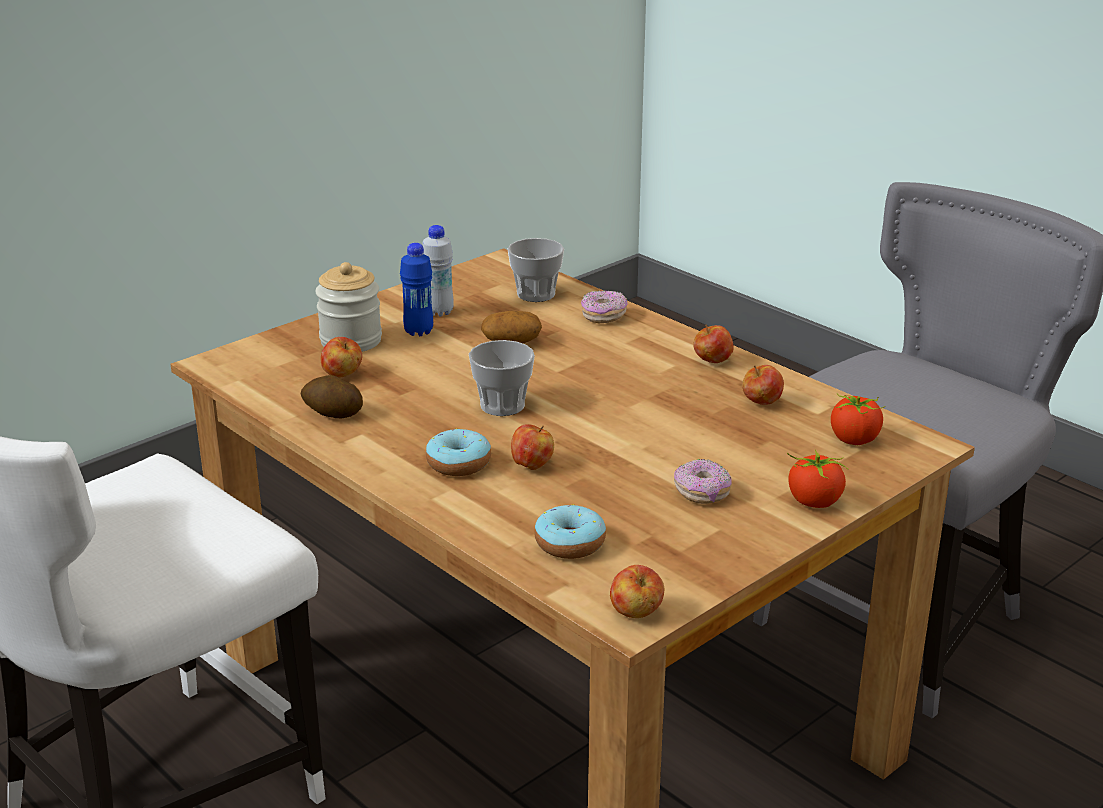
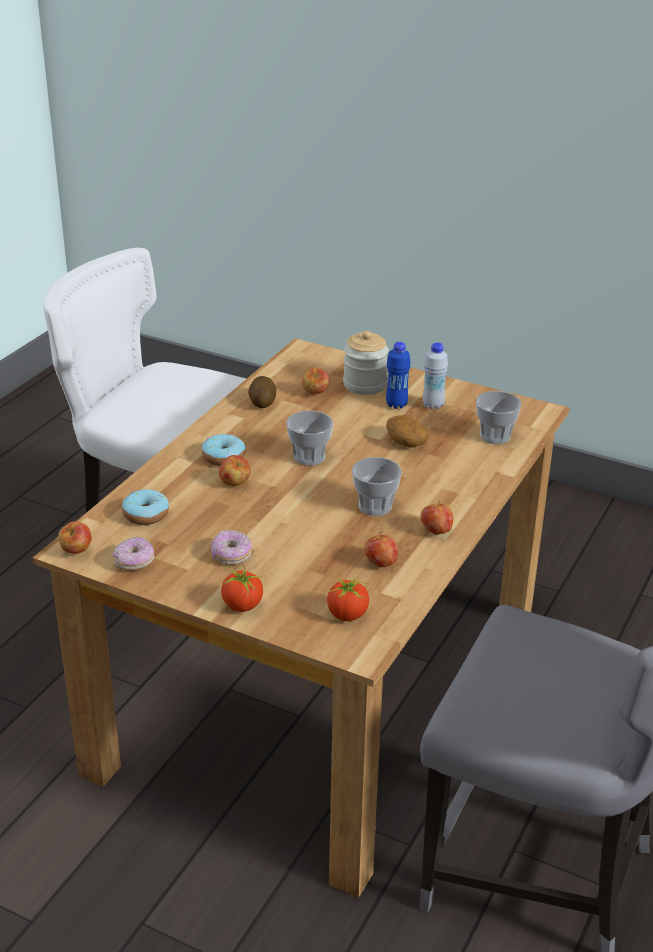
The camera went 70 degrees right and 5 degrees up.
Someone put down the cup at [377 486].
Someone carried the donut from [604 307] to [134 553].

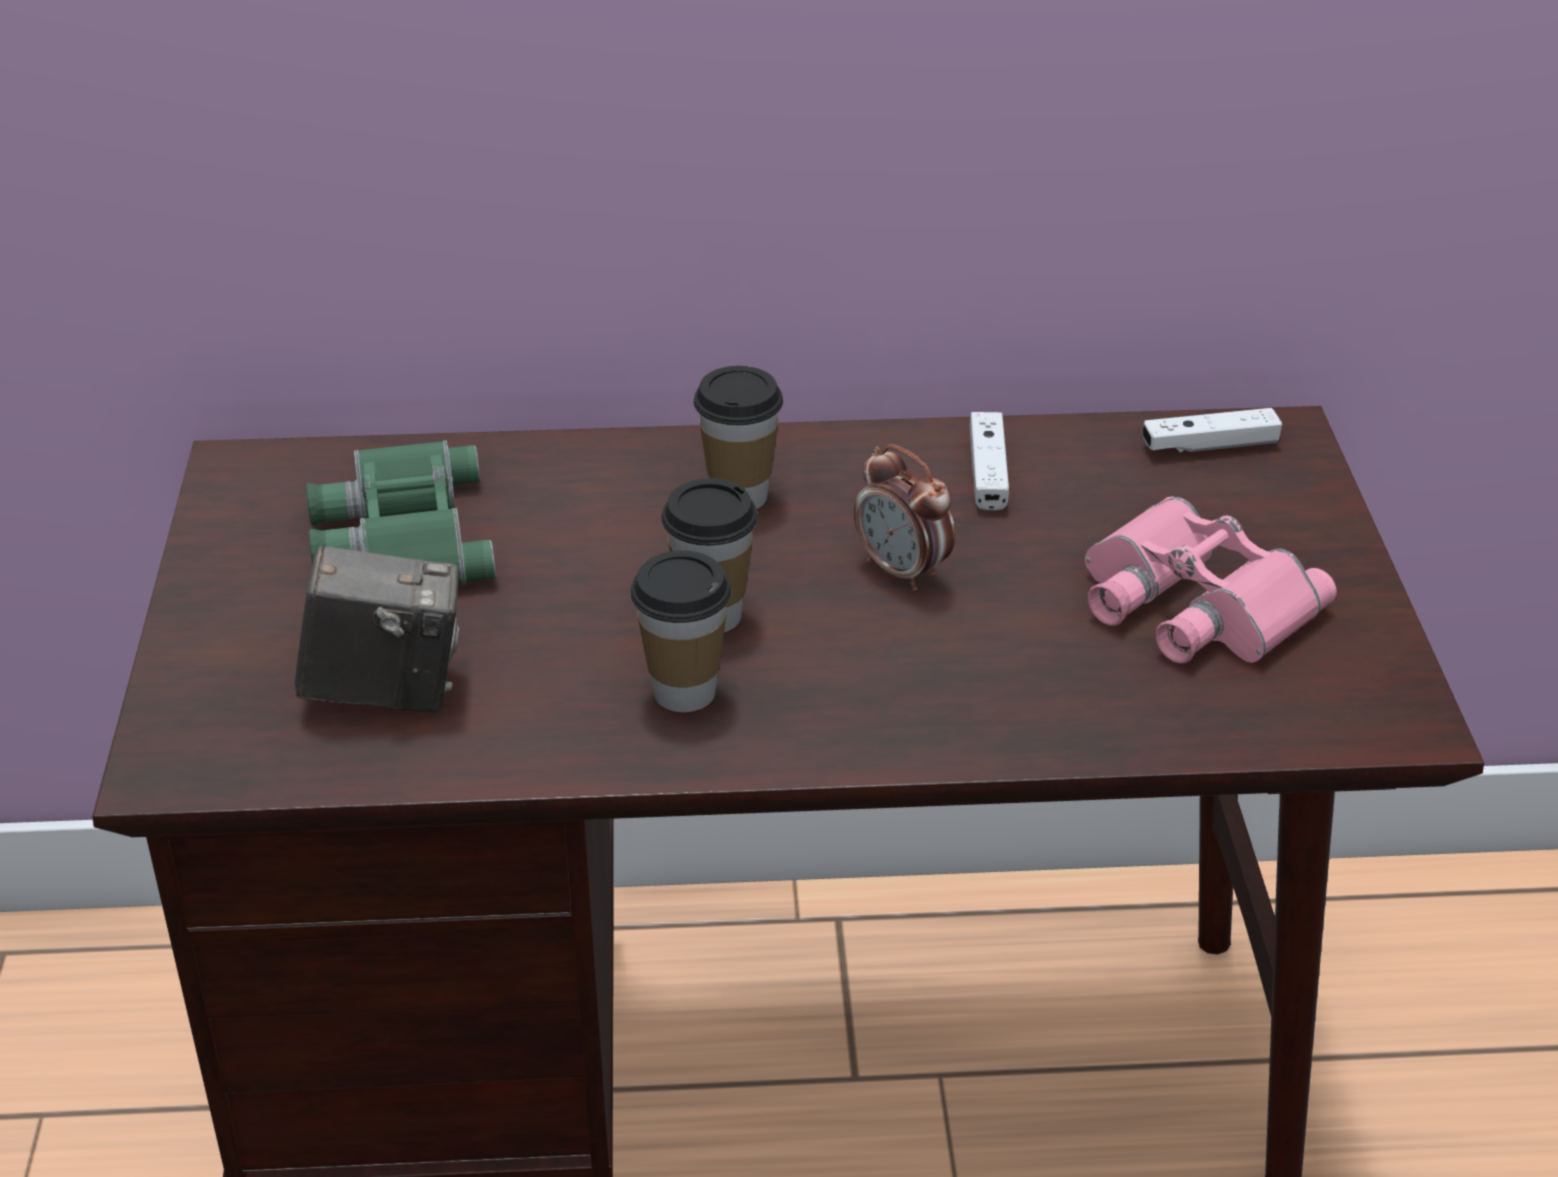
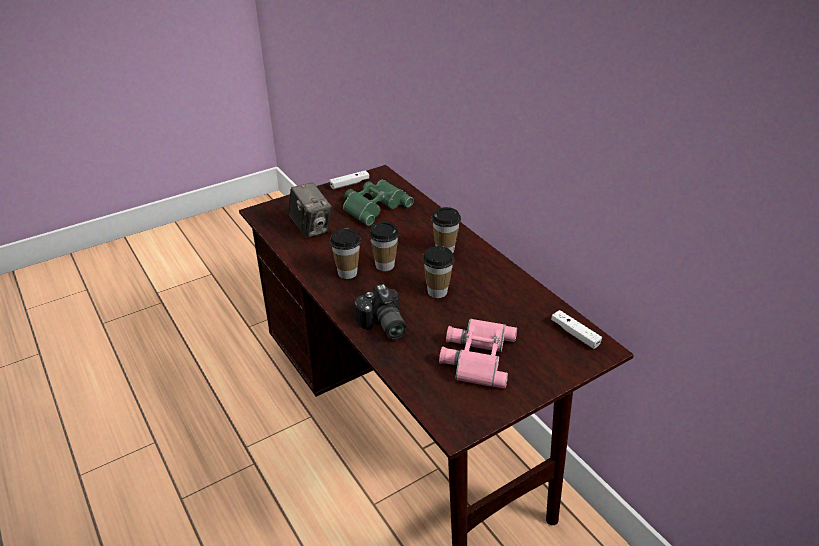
The camera went 60 degrees right and 0 degrees up.
Someone put down the photo camera at [380 311].
Someone carried the white game controller from [989 461] to [349 179].
Someone swapped the alarm clock at [904 517] for the cup at [438 272].

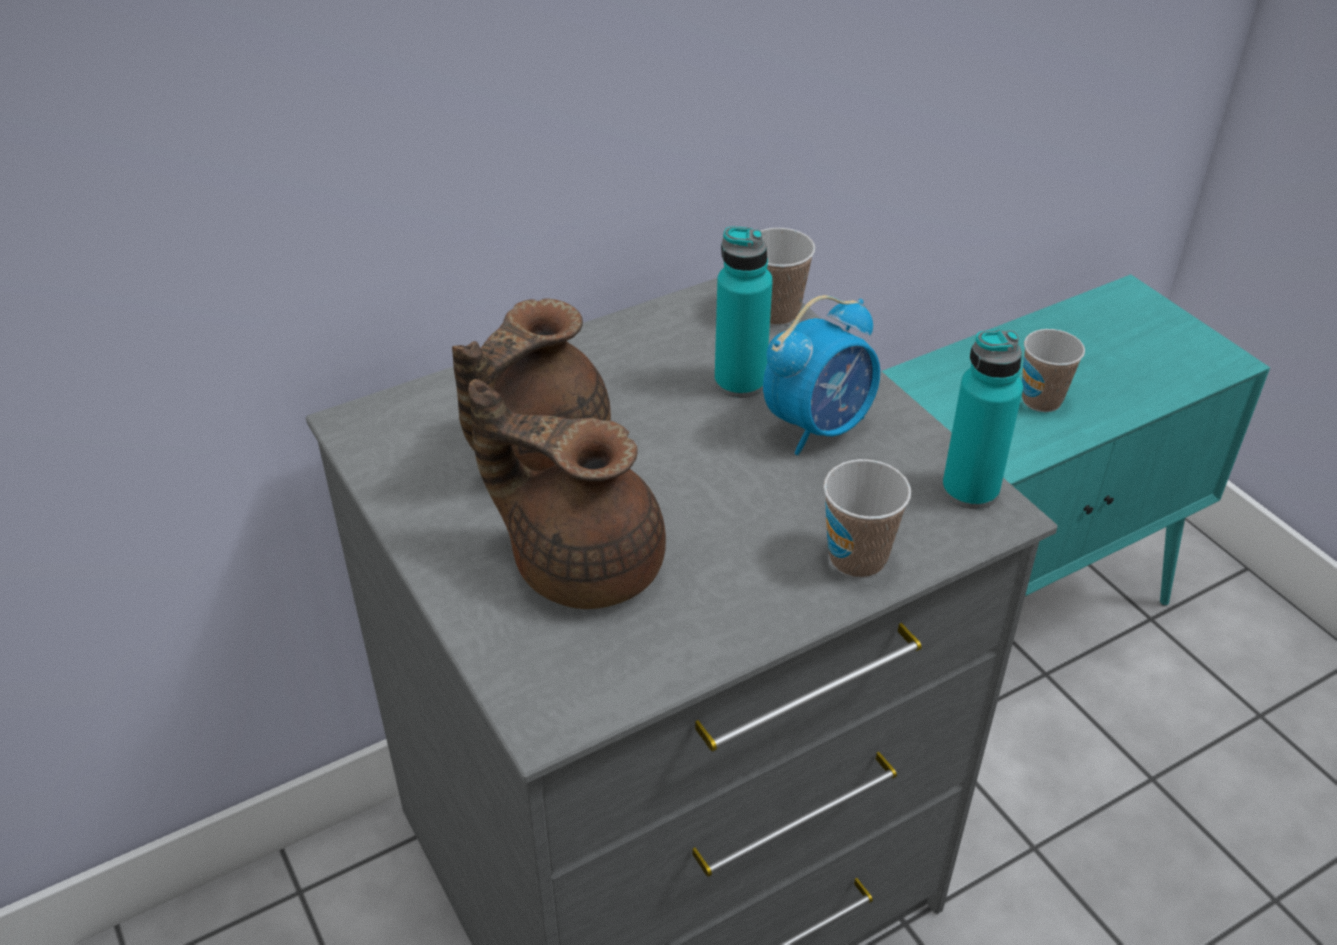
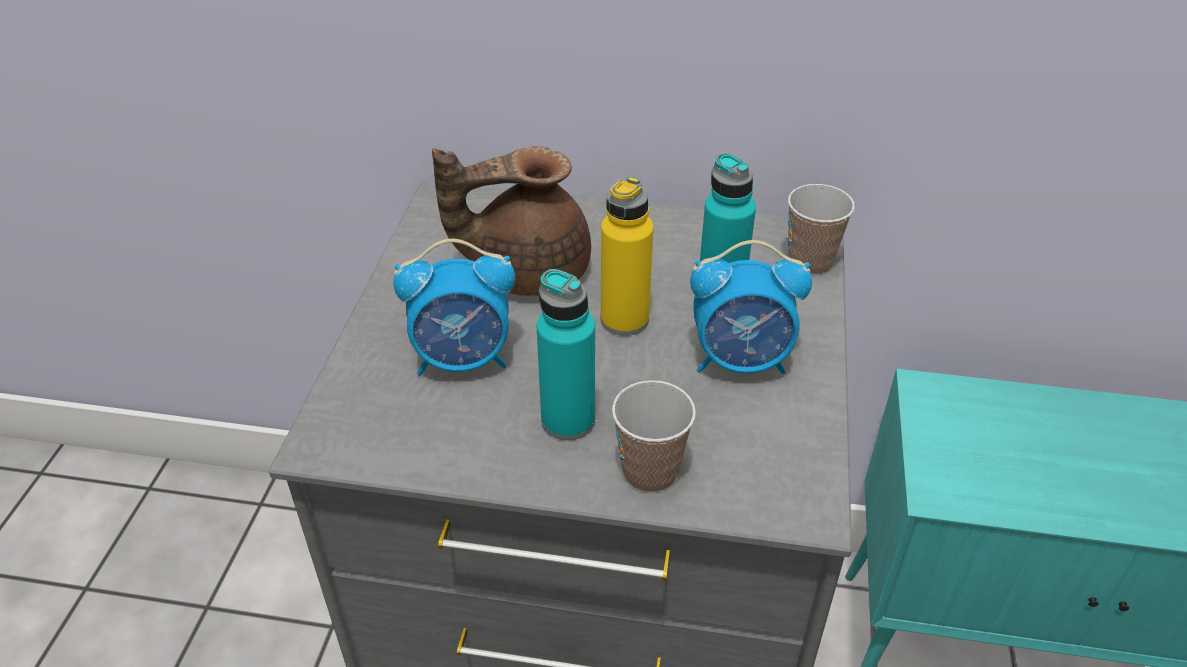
The camera went 40 degrees right and 0 degrees up.
Someone took away the cup at [1053 370].
Someone put down the yellow bottle at [627 256].
Someone carried the turquoise bottle from [982 419] to [566 354].
Someone swapped the brown teapot at [567 494] for the alarm clock at [454 307].

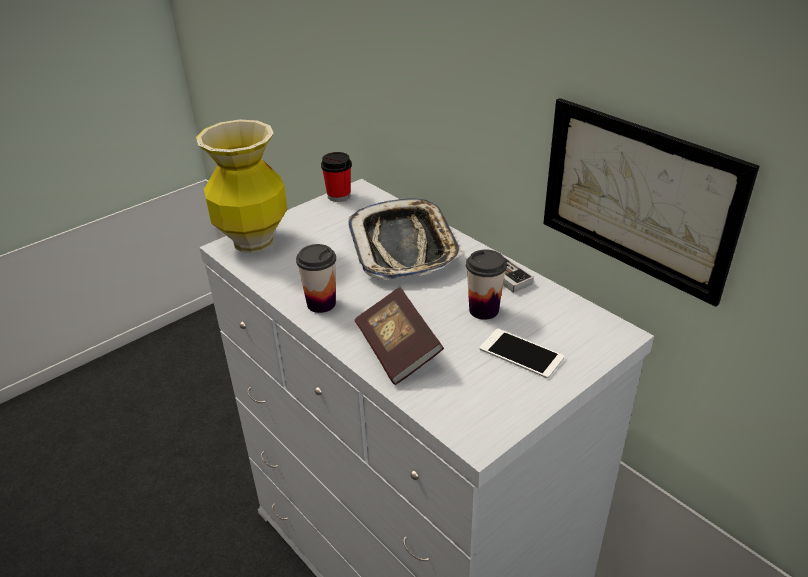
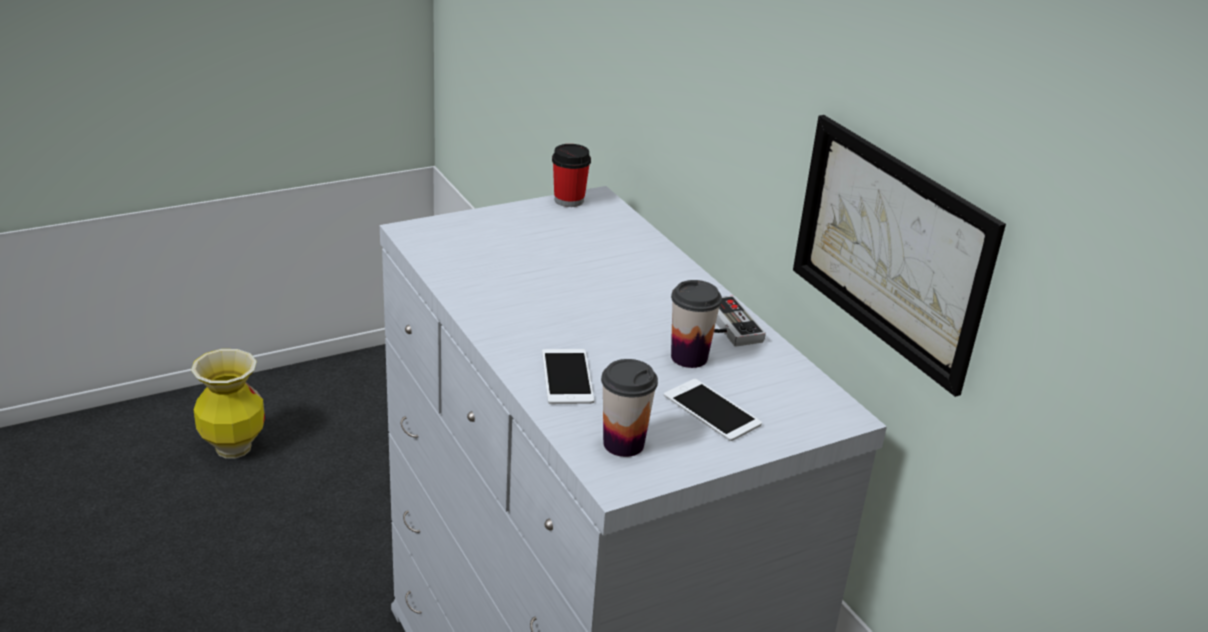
The camera went 10 degrees right and 5 degrees down.
Someone took away the tray at [405 239].
Someone carried the vase from [241 186] to [228 404].
Someone carried the cup from [316 278] to [629 408].
Someone swapped the book at [399 336] for the phone at [568 376].

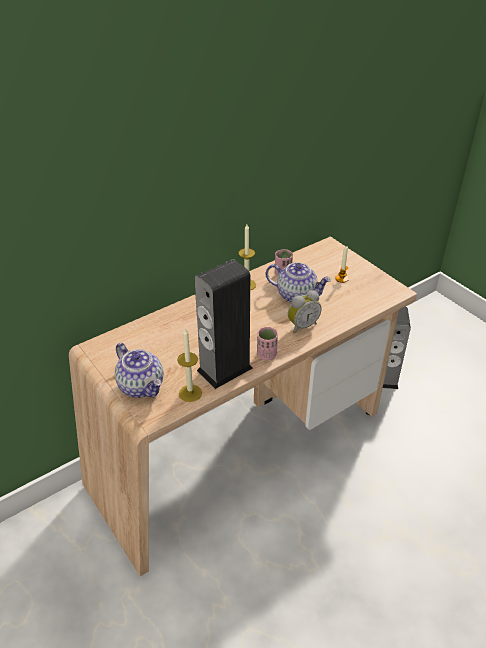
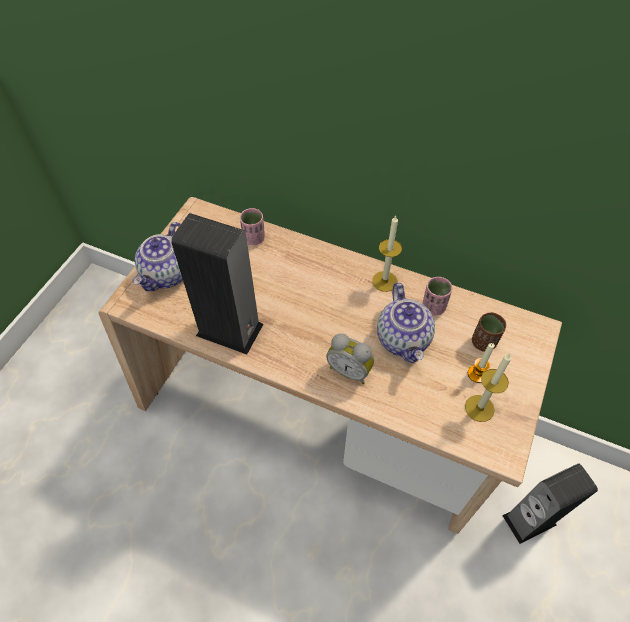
The camera went 60 degrees right and 15 degrees up.
Someone put down the brown cup at [489 332].
Someone carried the candle from [189 365] to [488 388].
Someone carried the pink cup from [267 343] to [252 226].

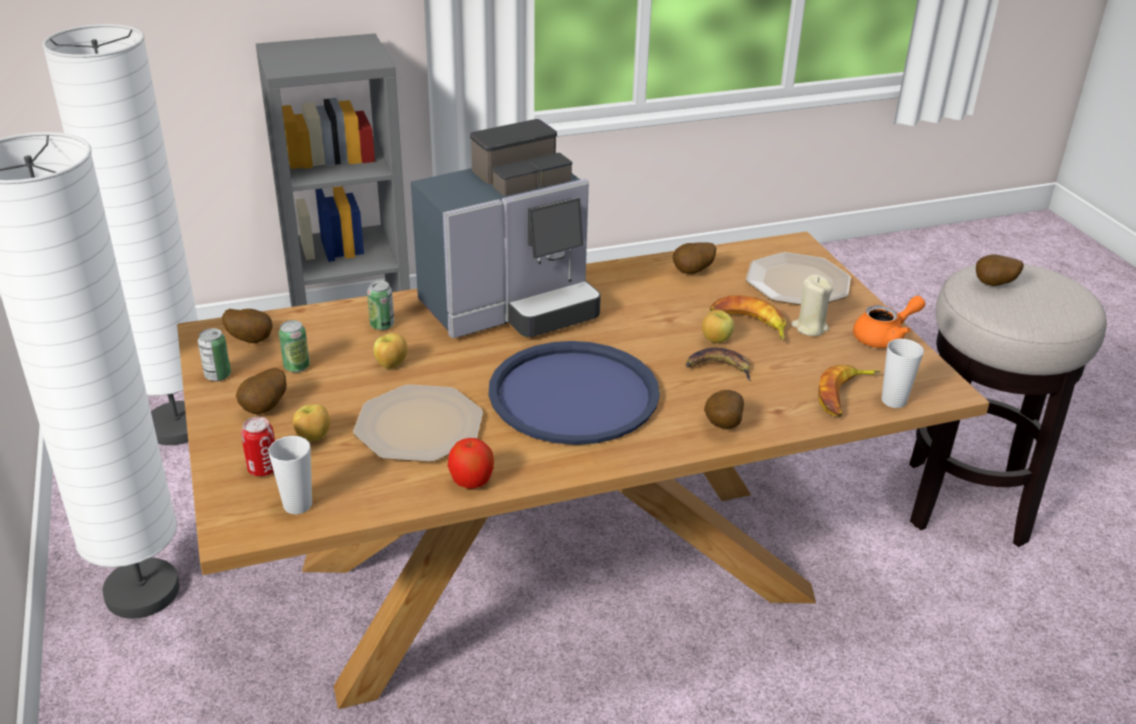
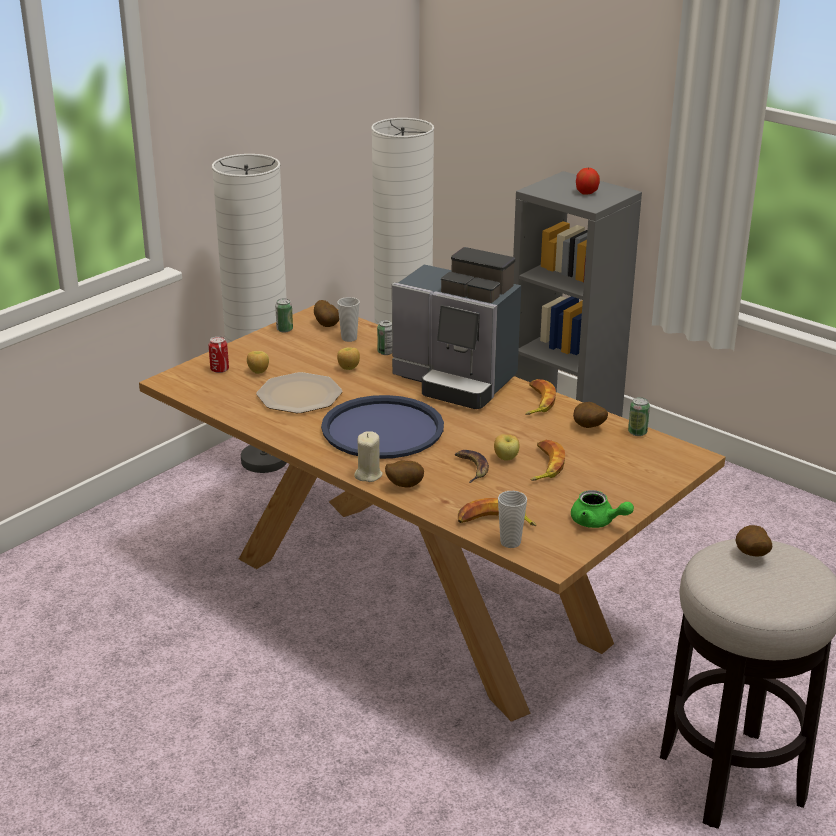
The camera went 60 degrees right and 5 degrees down.
Someone took away the potato at [261 391].
Someone took away the plate at [798 278].
Someone put down the banana at [540 397].
Someone carried the cup from [290 475] to [348 319].
Someone carried the can from [294 346] to [639 416].
Someone carried the apple from [471 463] to [588 181].
Someone carried the beige candle from [812 305] to [368 456].
Someone repainted the orange teapot at [889 322], which became the green teapot at [602 509].

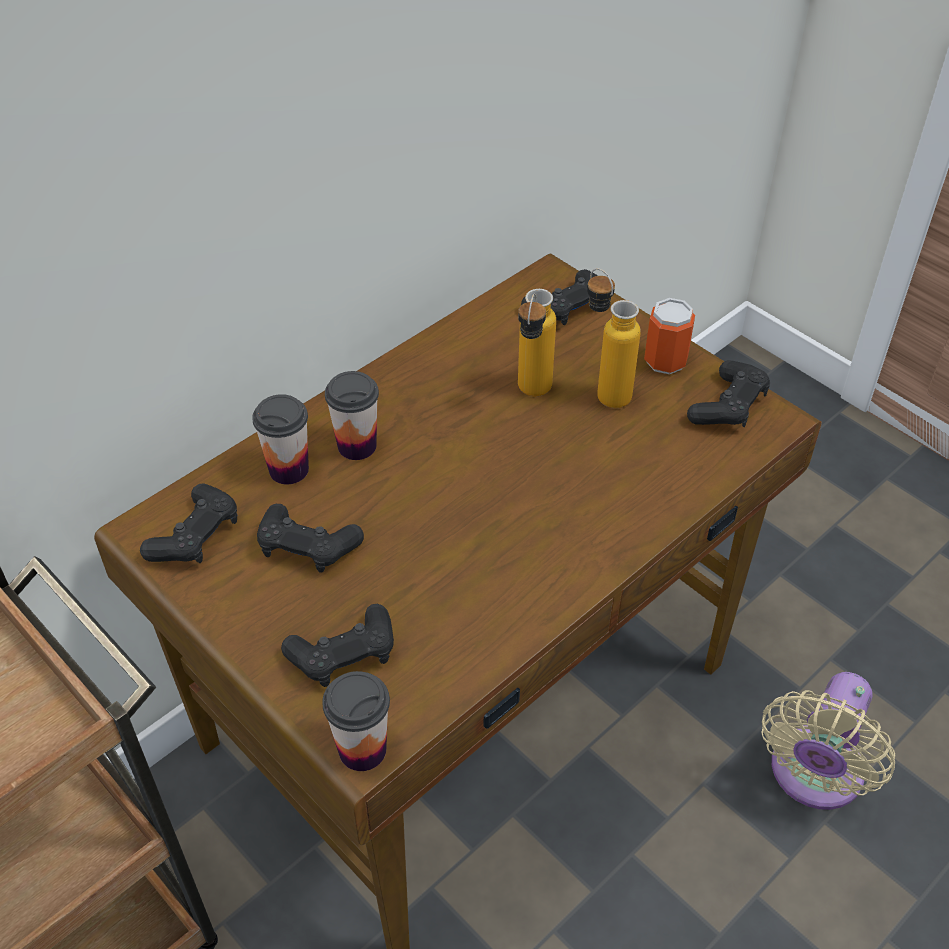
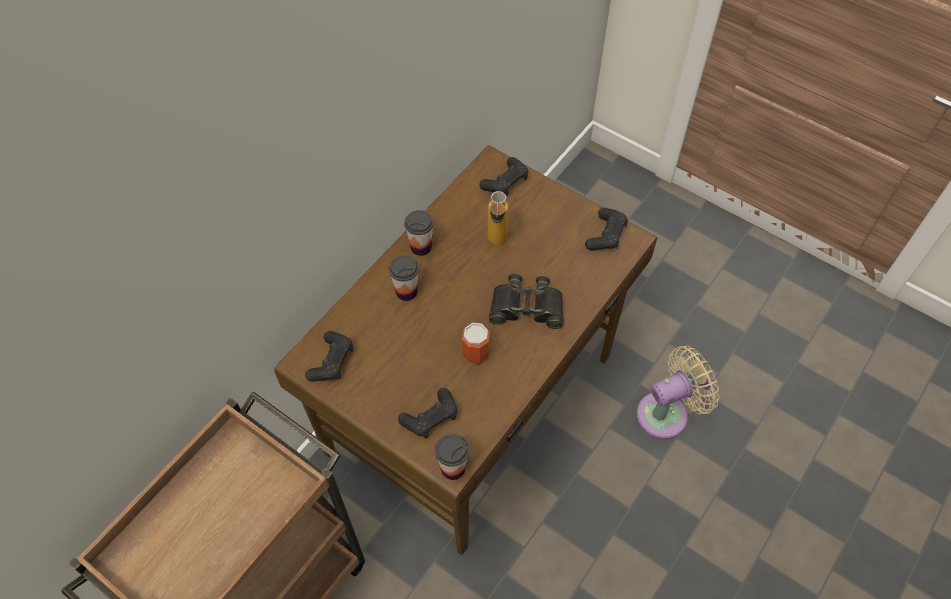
The camera went 10 degrees left and 10 degrees up.
Someone took away the black game controller at [310 538].
Someone took away the bottle at [614 338].
Someone put down the black binoculars at [526 301].
Someone carried the cup from [280 439] to [419 233].
Someone carried the can from [669 336] to [476 343].
Someone rotated the beige fan at [828 741] by 135 degrees counterclockwise.

